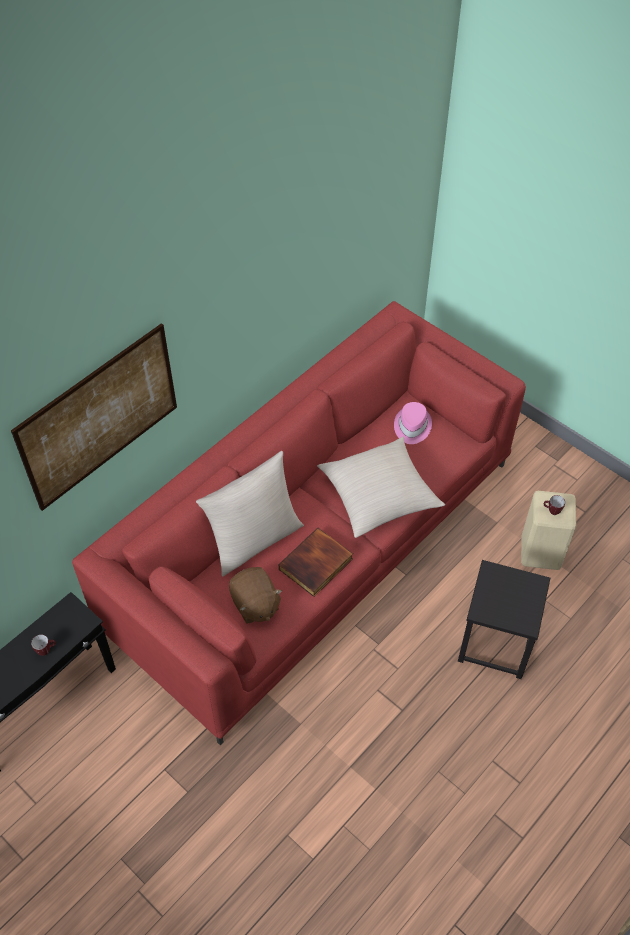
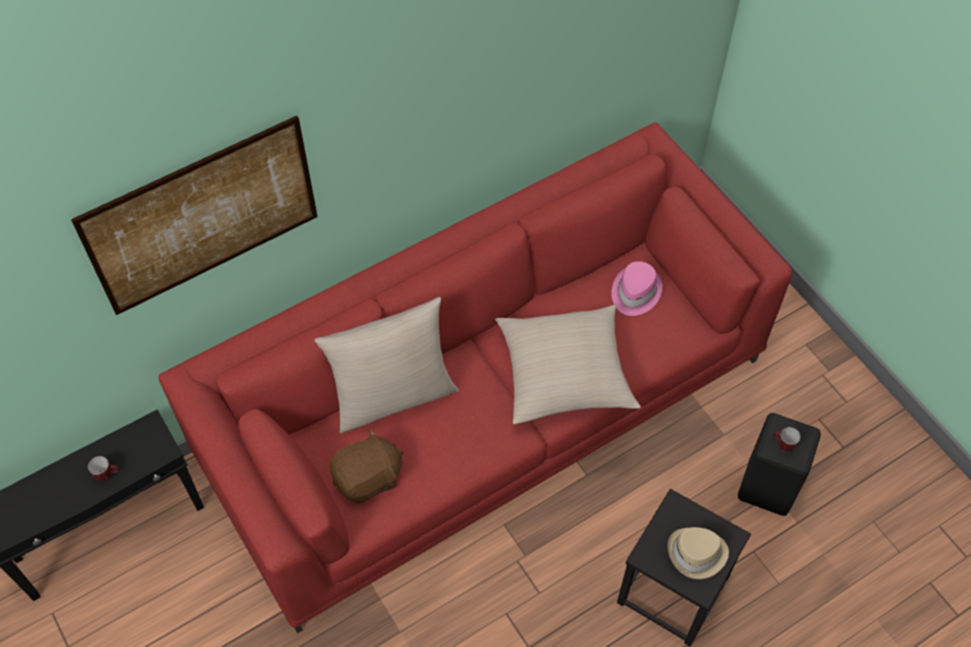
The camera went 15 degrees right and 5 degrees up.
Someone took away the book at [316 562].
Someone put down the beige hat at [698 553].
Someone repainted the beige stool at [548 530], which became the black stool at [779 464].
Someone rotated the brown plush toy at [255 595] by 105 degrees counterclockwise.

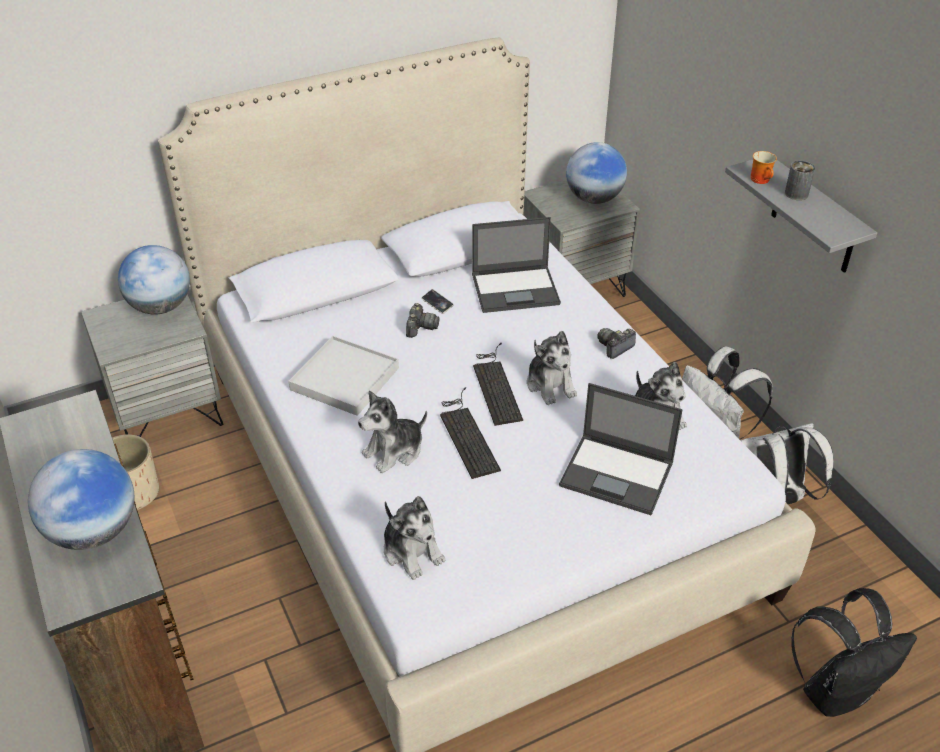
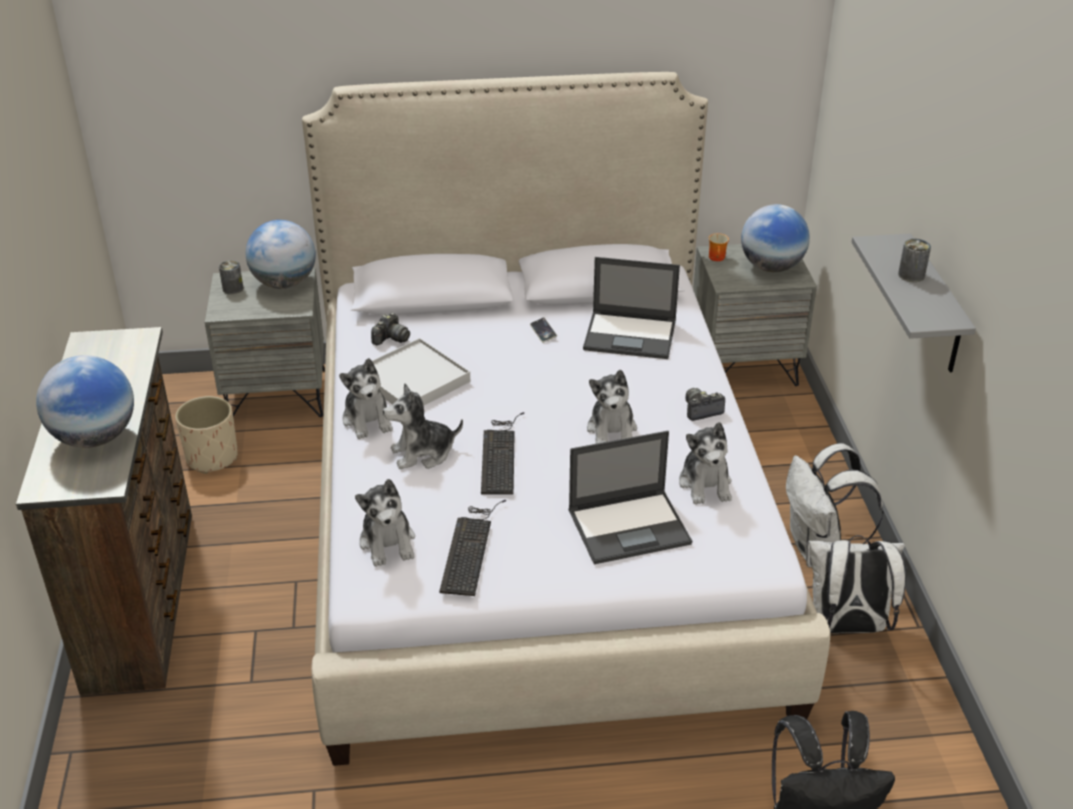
The camera went 20 degrees right and 5 degrees down.
Someone put down the can at [231 277].
Someone put down the plush toy at [366 398].
Someone carried the photo camera from [423 320] to [390 329].
Someone carried the keyboard from [498 384] to [472 548].
Someone carried the mug from [763 167] to [719 247].
Someone rotated the laptop at [620 449] by 60 degrees counterclockwise.

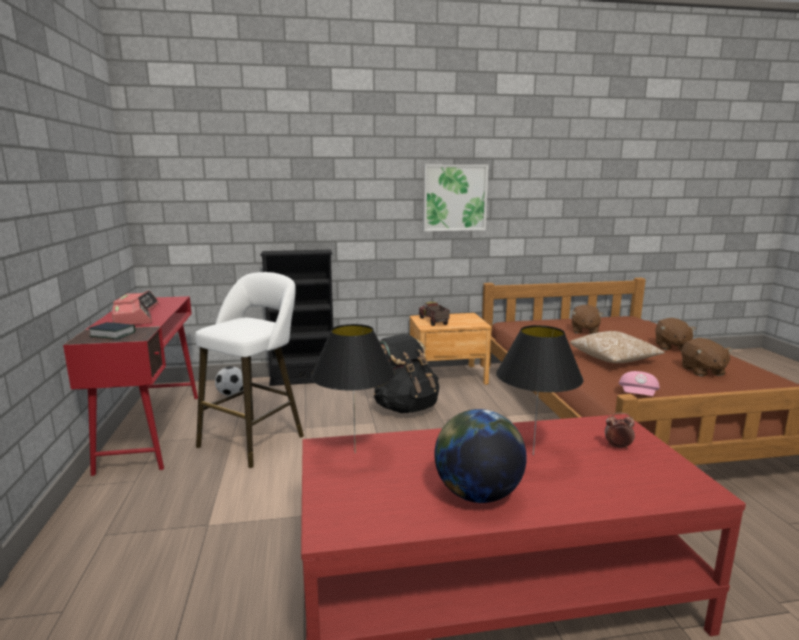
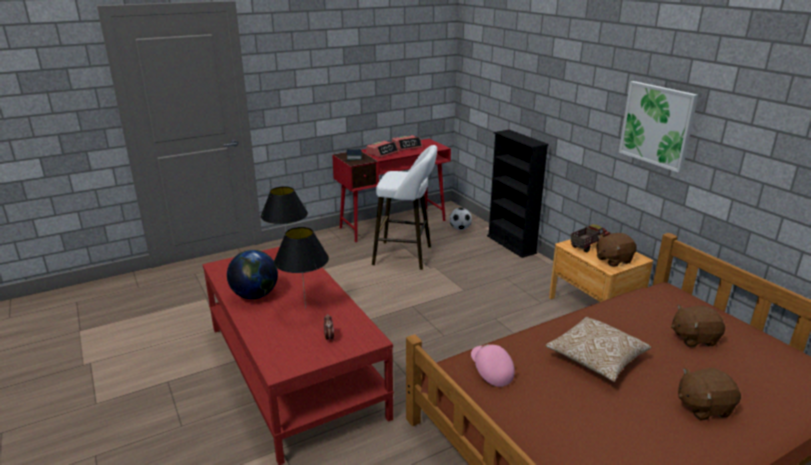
The camera went 70 degrees right and 10 degrees up.
Someone took away the black backpack at [406 373].
Someone carried the brown plush toy from [707 357] to [616 250].
Someone rotated the pink cap at [639 383] by 60 degrees clockwise.

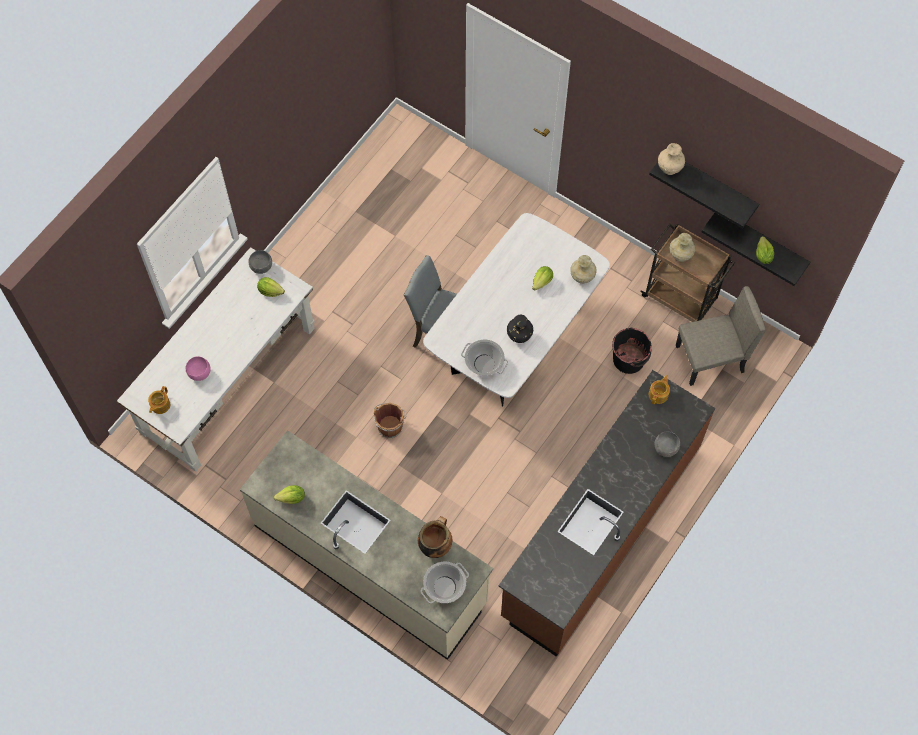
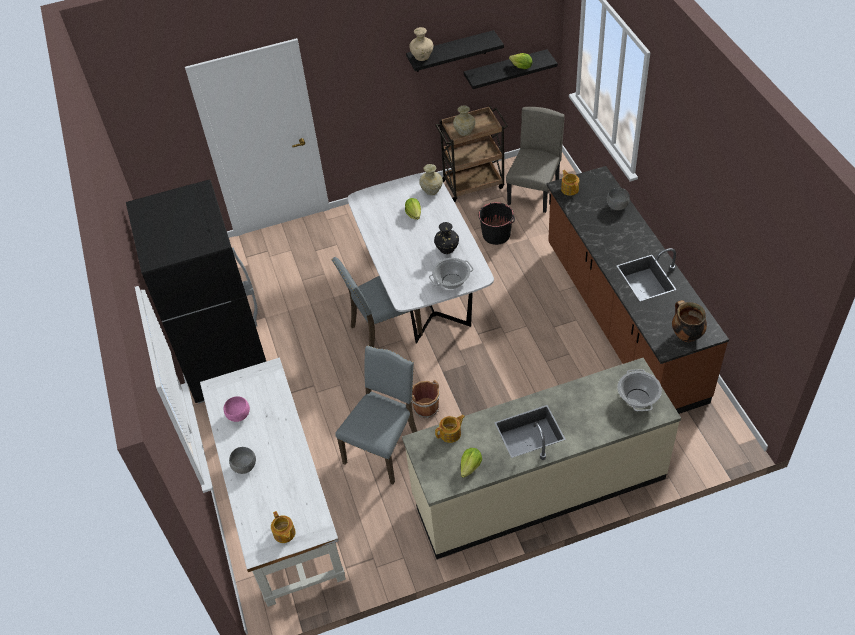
The camera went 50 degrees left and 15 degrees down.
Someone took away the lettuce at [271 287].
Someone put down the black fridge at [196 291].
Someone put down the grey chair at [376 414].
Someone put down the teapot at [450 429].
Someone carried the pink bowl from [198 368] to [237 409].
Someone carried the grey bowl from [260 262] to [242 460].
Someone carried the cooking pot from [435 537] to [689 321].

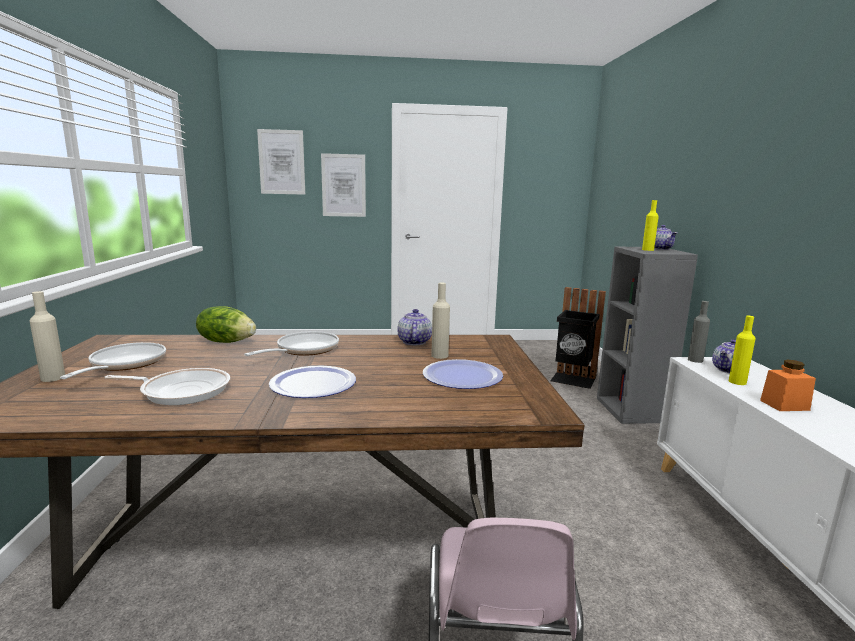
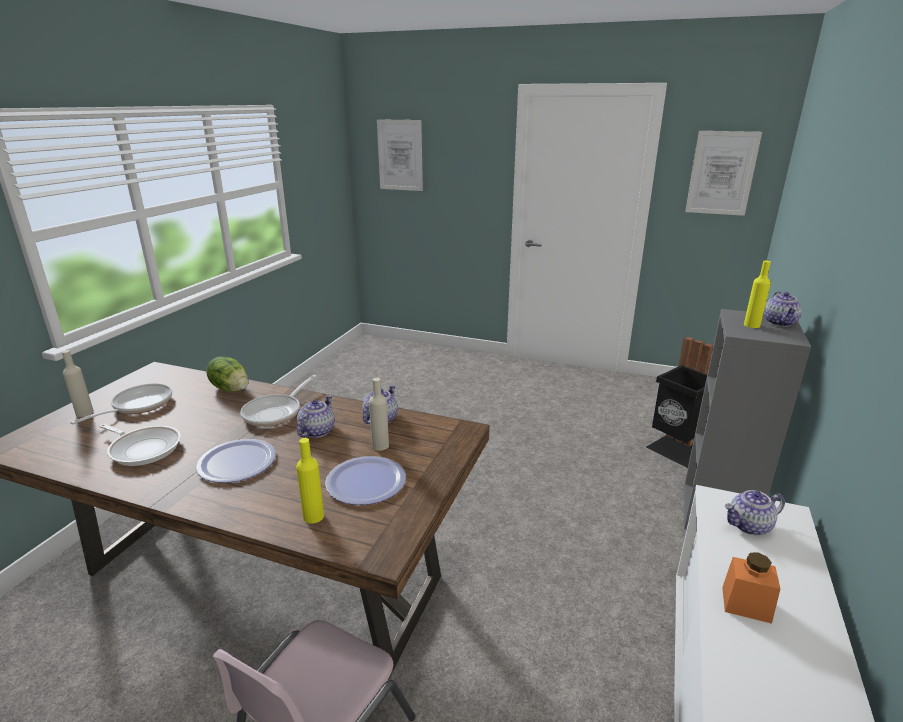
The camera went 25 degrees right and 10 degrees up.
Someone took away the grey bottle at [699 332].
Someone put down the teapot at [315 416].
Someone carried the picture from [343 185] to [723 173].
Someone carried the yellow bottle from [742 350] to [310 481].
Someone rotated the frying pan at [291 343] by 150 degrees clockwise.

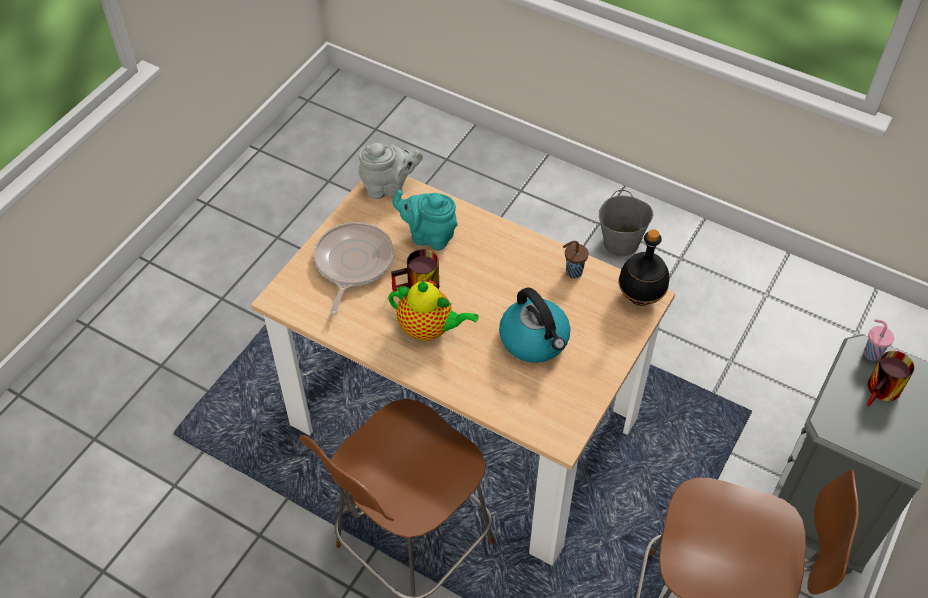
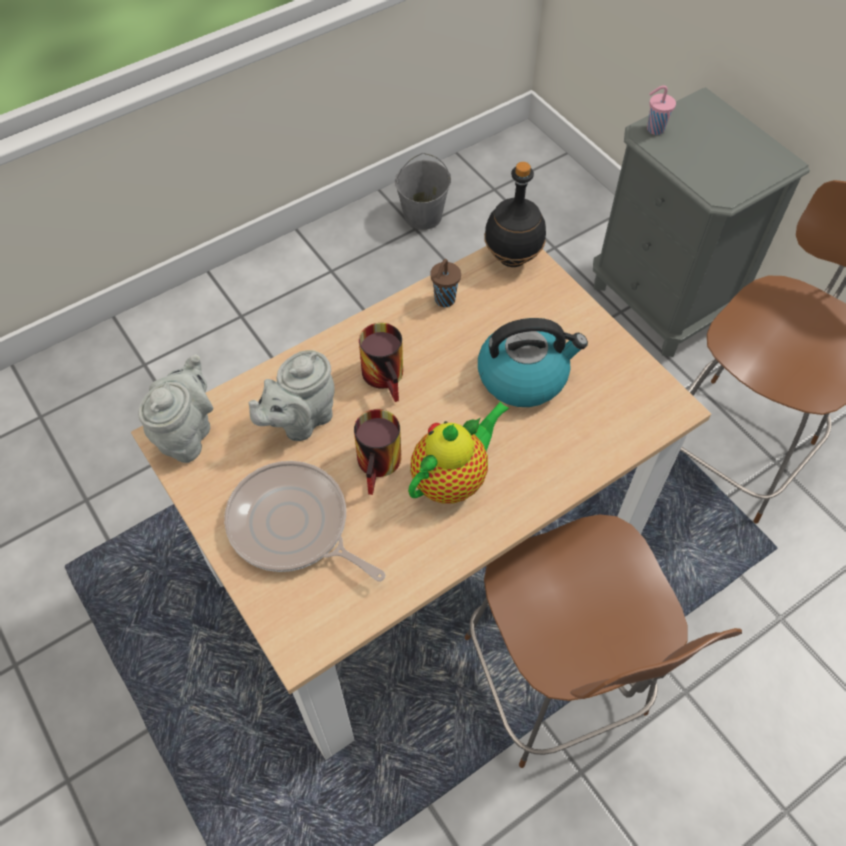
The camera went 65 degrees left and 5 degrees up.
Someone carried the grey bucket from [626 223] to [423 191].
Someone carried the mug from [890 378] to [381 362].
Someone repainted the turquoise teapot at [425 220], which became the grey teapot at [292 395].

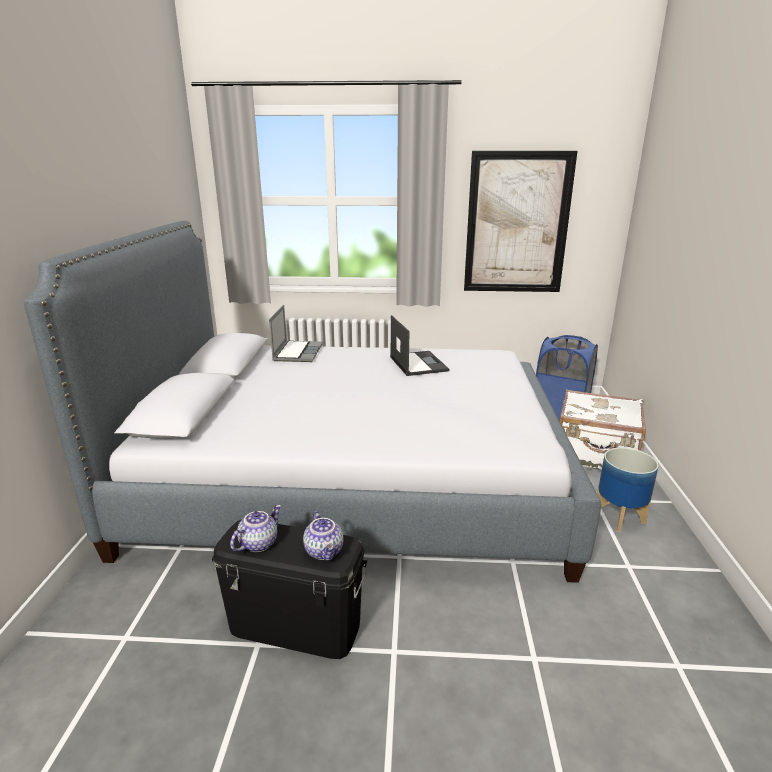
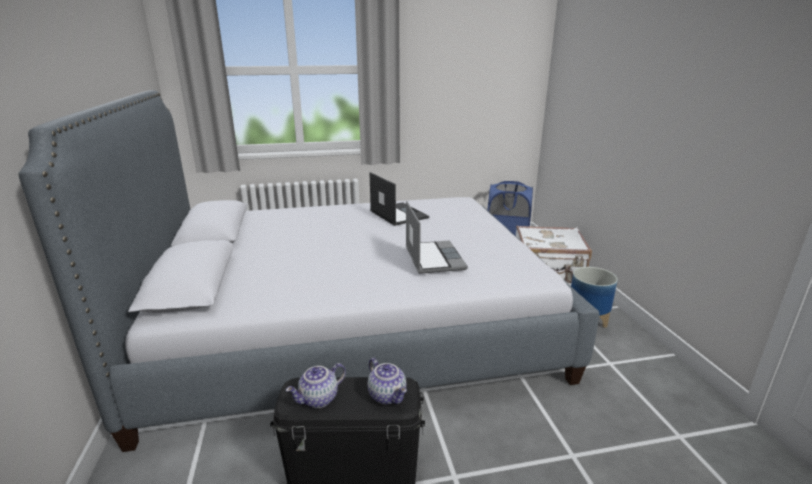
The camera went 15 degrees left and 0 degrees up.
Someone took away the picture at [520 221].
Someone carried the laptop from [296 333] to [437 237].
Someone rotated the teapot at [255 528] by 150 degrees counterclockwise.

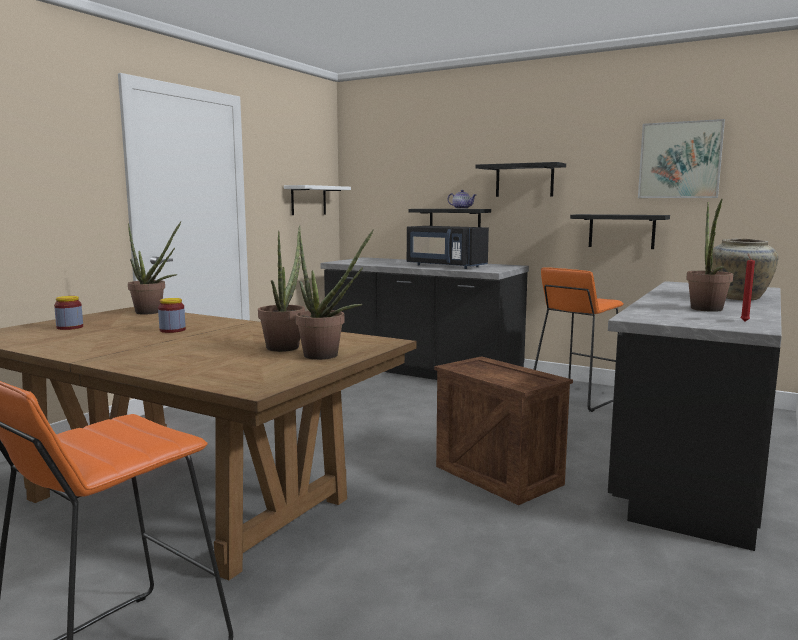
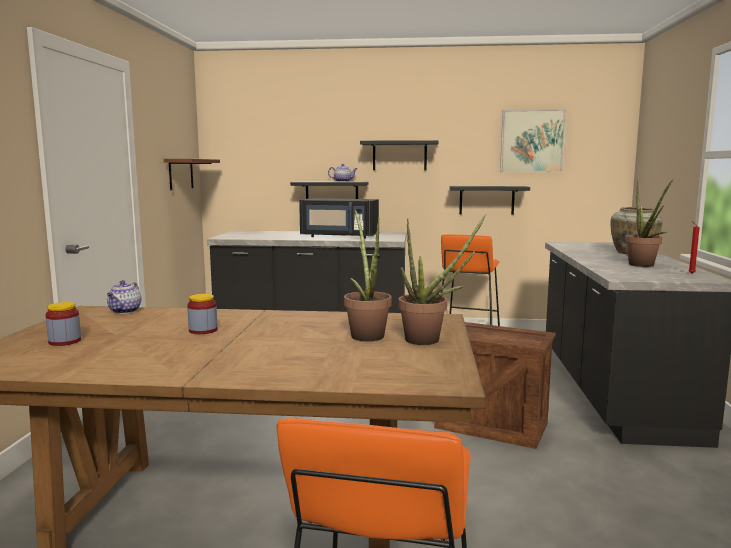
The camera went 25 degrees left and 0 degrees up.
Someone swapped the potted plant at [154 268] for the teapot at [124 297].
Someone repainted the white shelf at [317 200], which became the brown shelf at [192 174].

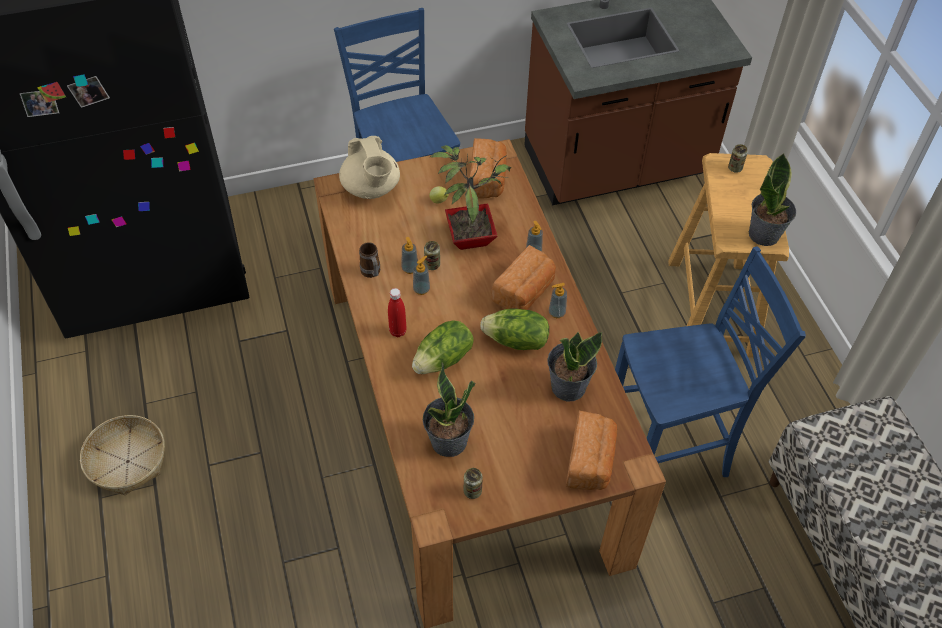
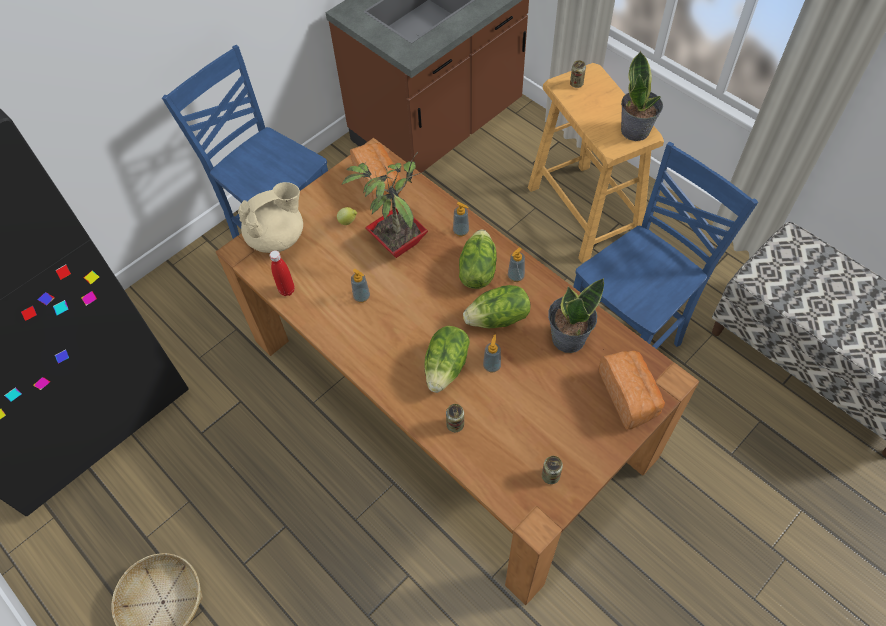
The camera went 25 degrees left and 5 degrees up.
Someone took away the mug at [369 260].
Someone took away the potted plant at [449 410].
Someone carried the red bottle from [397 312] to [282 273].
Someone carried the soap dispenser from [421 275] to [492 353].
Someone carried the can from [432 255] to [455 418].
Someone swapped the bread at [523 277] for the lettuce at [478 259].
Someone rotated the beige teapot at [369 167] by 75 degrees counterclockwise.

